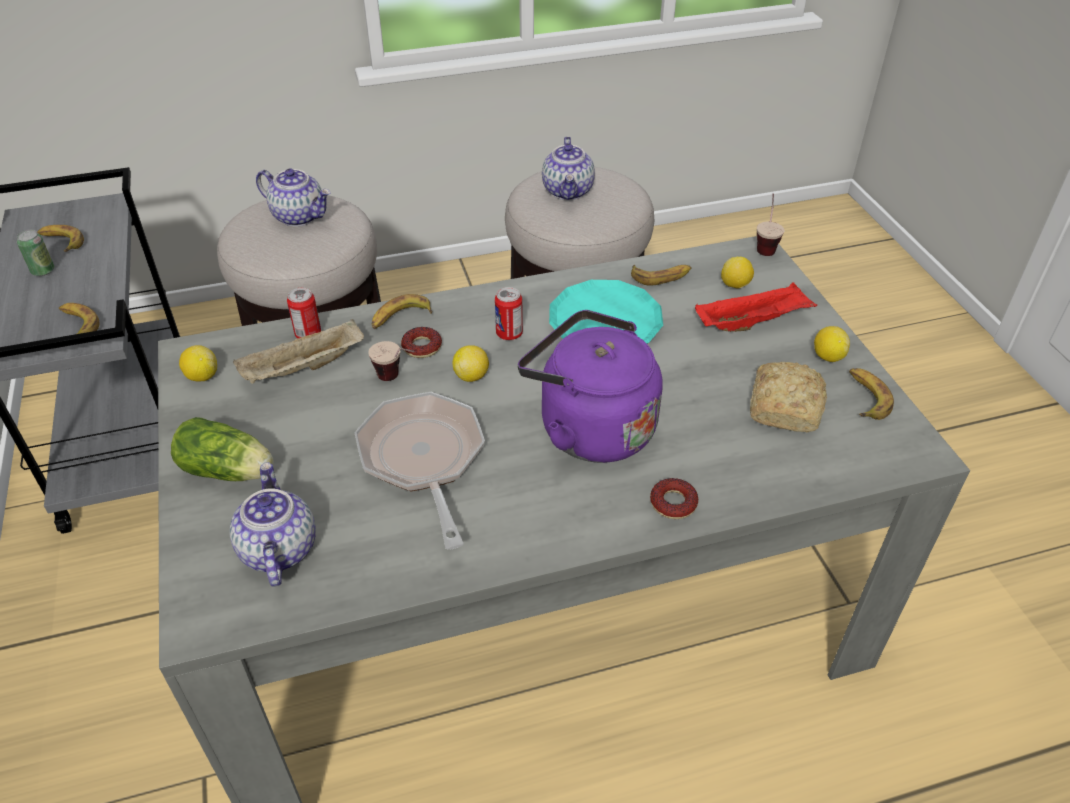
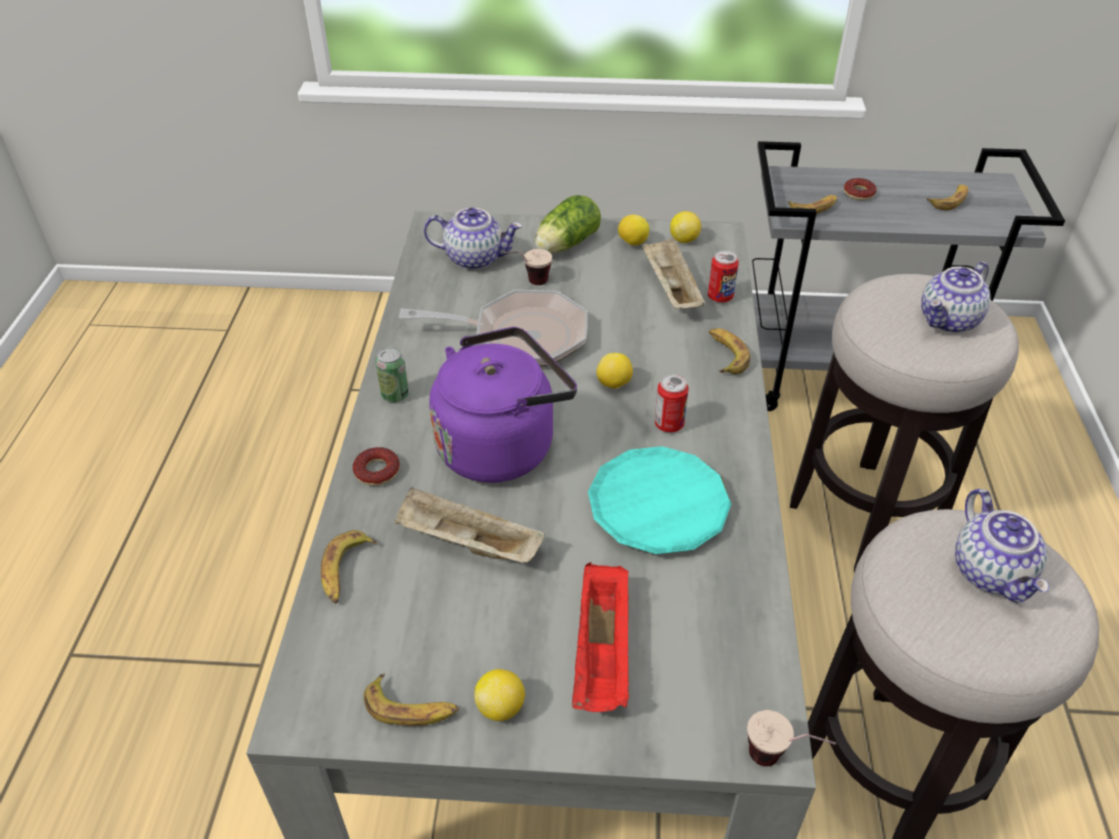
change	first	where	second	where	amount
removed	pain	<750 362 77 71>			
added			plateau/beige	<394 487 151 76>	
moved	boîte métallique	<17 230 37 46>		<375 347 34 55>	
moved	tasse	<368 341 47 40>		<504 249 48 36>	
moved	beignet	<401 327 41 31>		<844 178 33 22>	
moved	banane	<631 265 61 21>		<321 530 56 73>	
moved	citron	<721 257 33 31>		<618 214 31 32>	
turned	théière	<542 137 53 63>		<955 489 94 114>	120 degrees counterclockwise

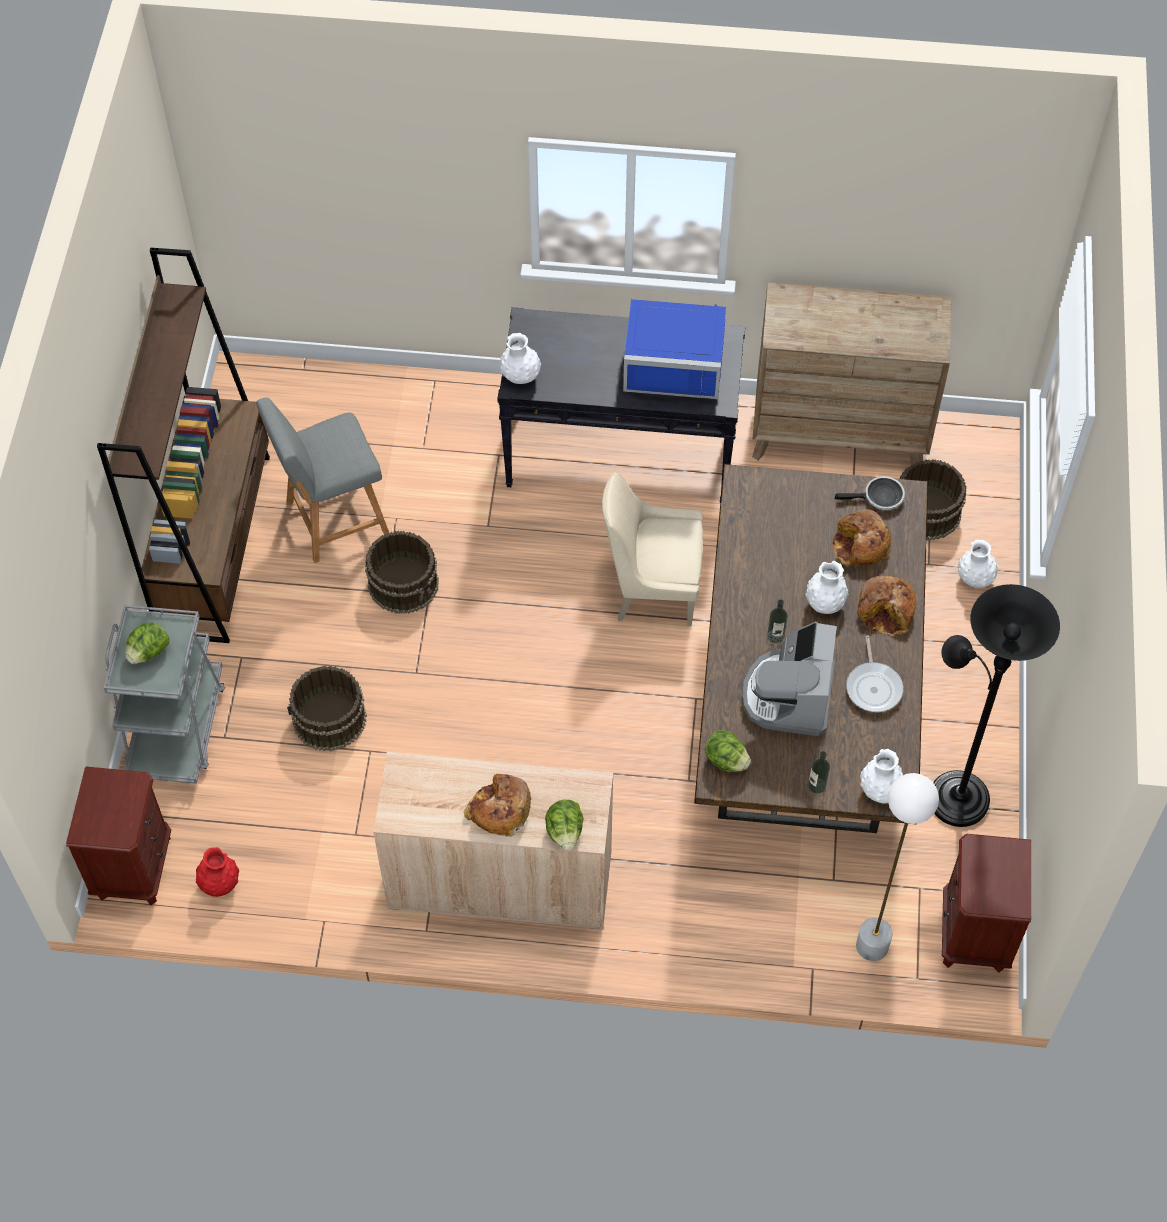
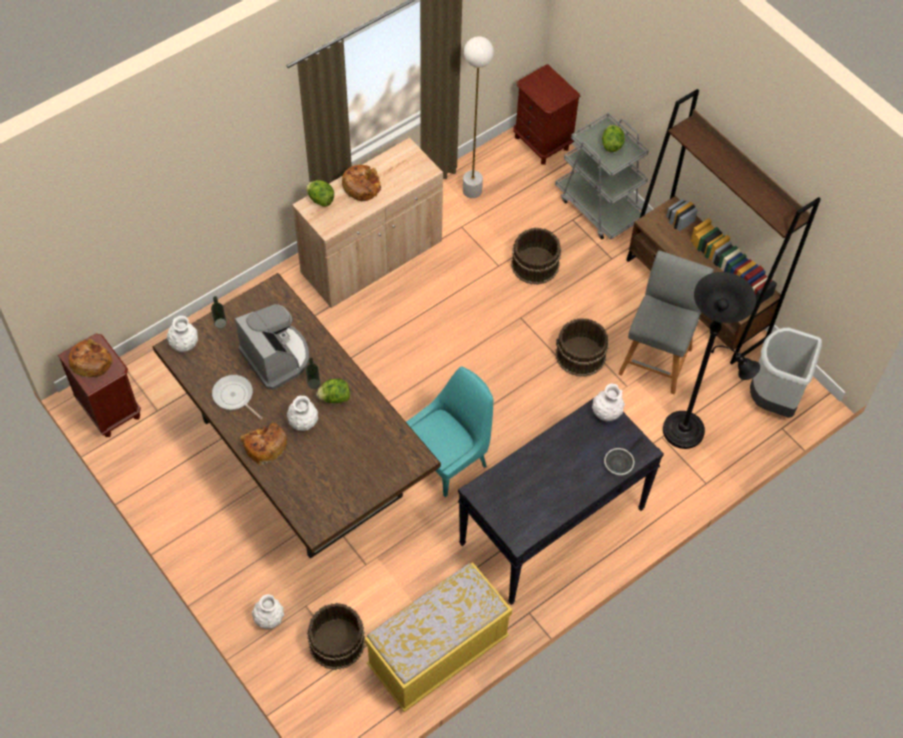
change	first	where	second	where	amount
removed	vase/rouge	<196 847 43 50>			
removed	micro-ondes/bleu	<623 299 103 100>			
added			poubelle/gris	<750 328 72 90>	
moved	laitue	<705 730 46 42>		<316 378 34 26>	
moved	pain	<832 509 59 58>		<68 339 45 40>	
moved	poêle	<835 476 70 34>		<604 437 40 39>	
moved	lampadaire/blanc	<856 773 83 188>		<463 36 31 162>	
moved	lampadaire/noir	<933 584 127 243>		<663 272 97 177>	
replaced	commode/marron	<752 283 199 182>	banc/jaune	<365 562 147 150>	
recoloured	chaise/beige	<602 472 101 154>	chaise/turquoise	<406 367 87 130>	

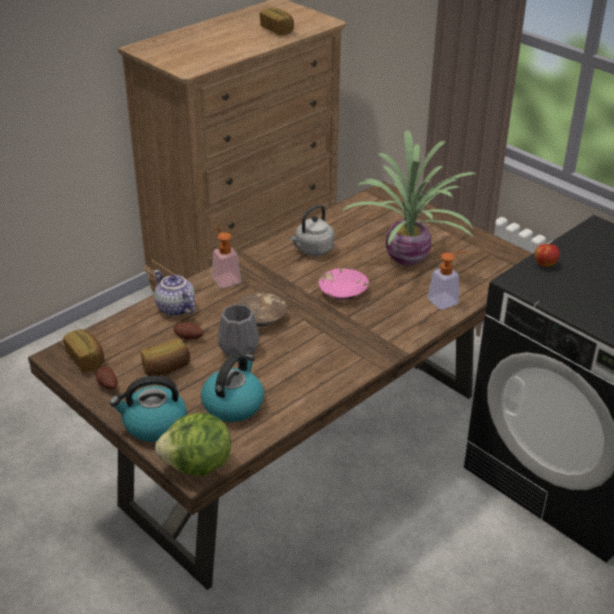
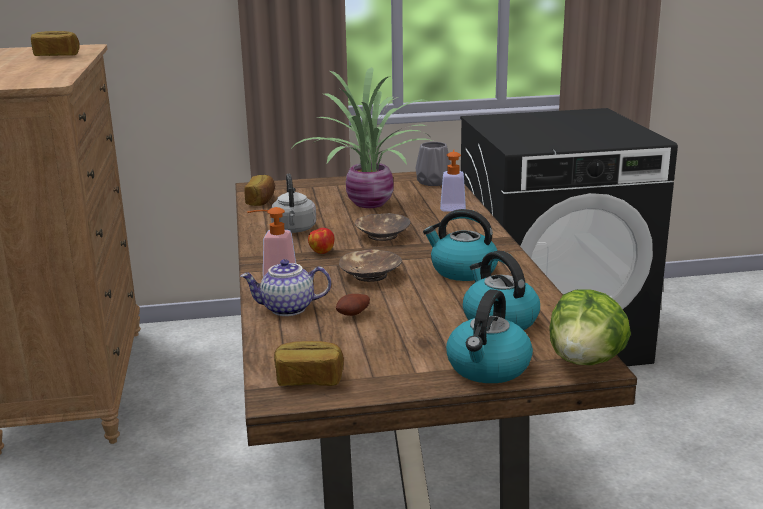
change	first	where	second	where	amount
removed	pomme de terre	<96 367 22 23>			
added			bouilloire	<423 209 75 72>	
moved	pain	<141 338 49 38>		<244 175 31 31>	
moved	vase/gris	<218 304 41 52>		<416 142 35 44>	
moved	pomme	<535 244 24 23>		<308 228 26 26>	
recoloured	bol/rose	<319 268 50 32>	bol/marron	<355 213 55 28>	

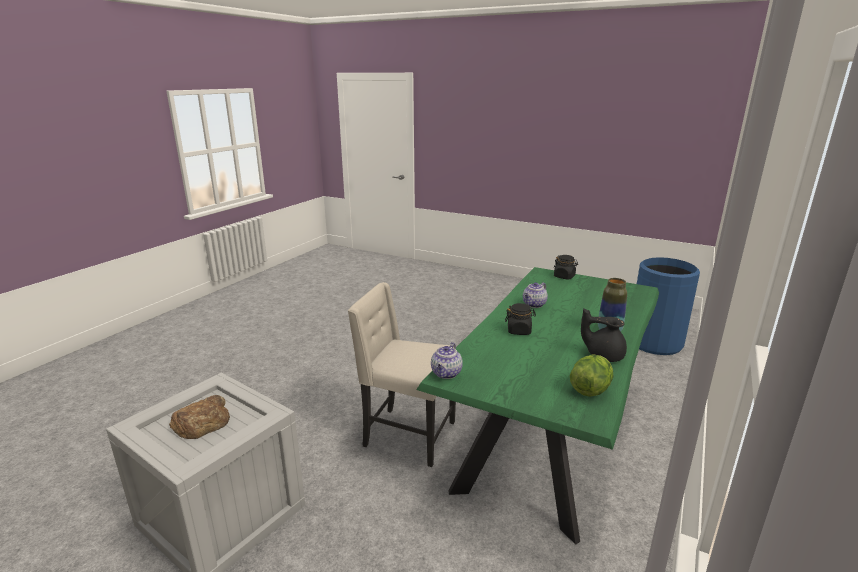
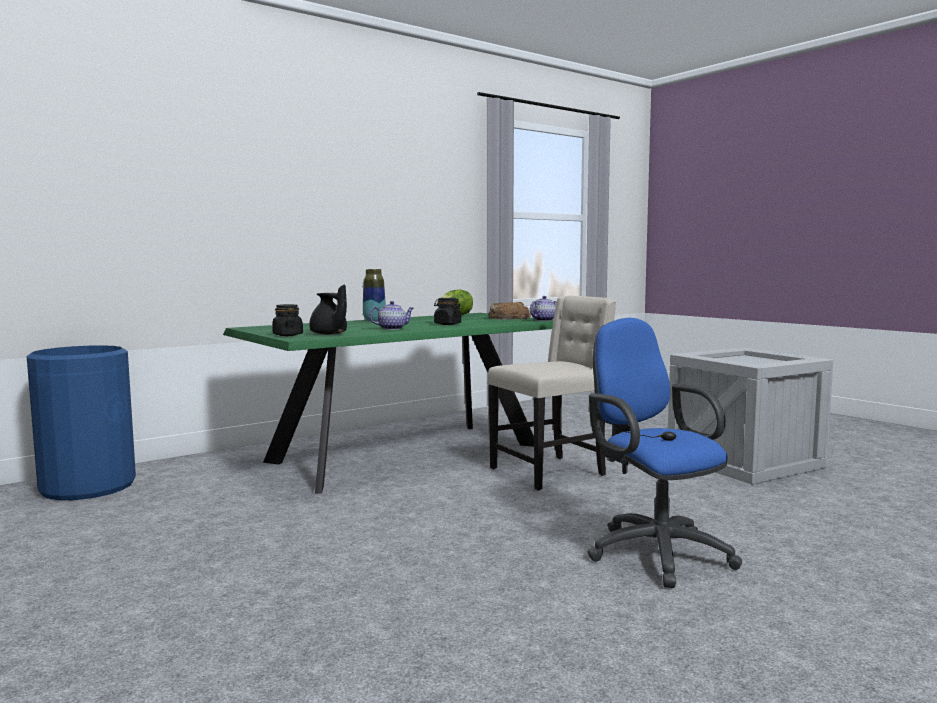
change	first	where	second	where	amount
added			chaise de bureau/bleu	<587 318 155 270>	
moved	pain	<169 395 61 44>		<489 302 42 18>	
moved	théière/noir	<581 308 46 54>		<309 285 38 50>	
turned	chaise/beige	<348 282 108 185>		<488 295 128 196>	75 degrees counterclockwise

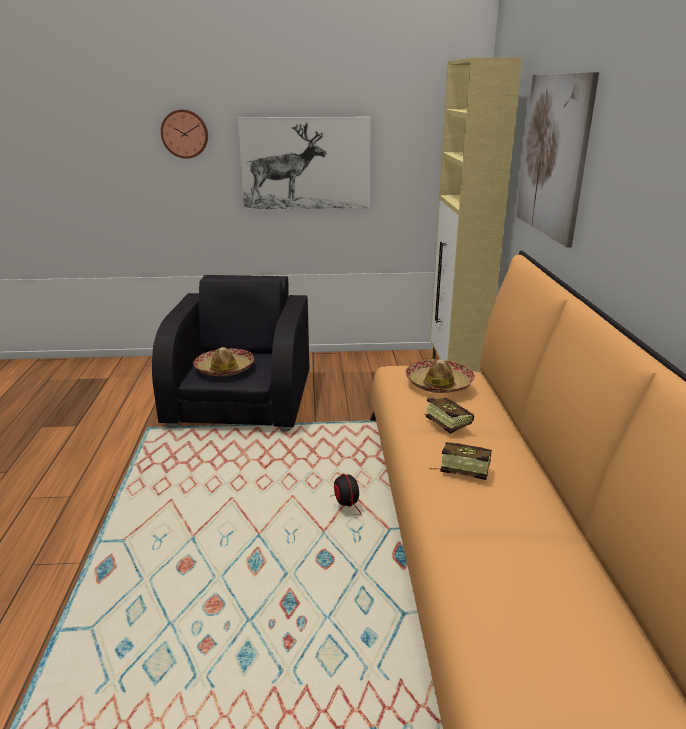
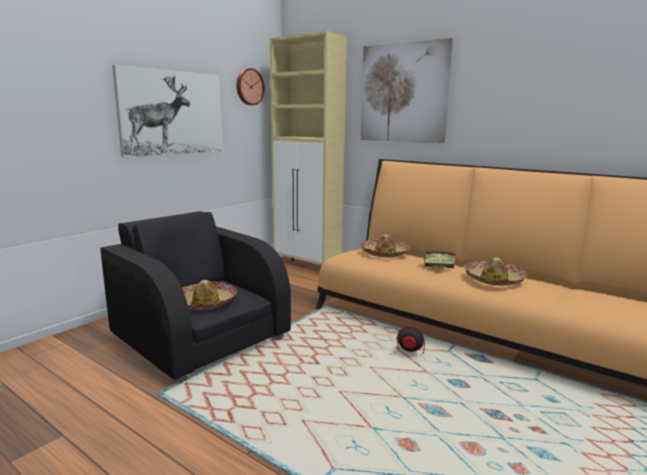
change	first	where	second	where	amount
moved	horloge murale	<161 109 47 50>		<236 68 29 37>	
replaced	livre	<429 442 63 38>	chapeau	<464 258 63 28>	

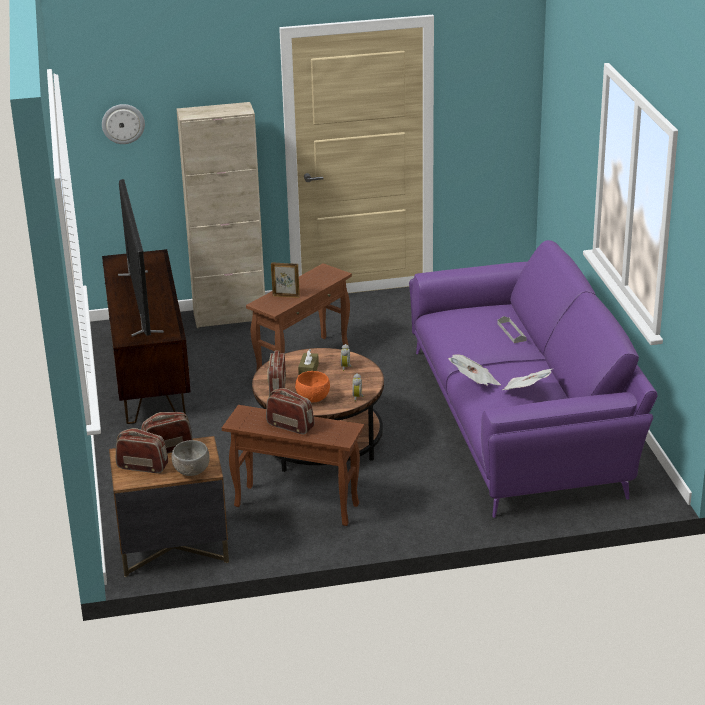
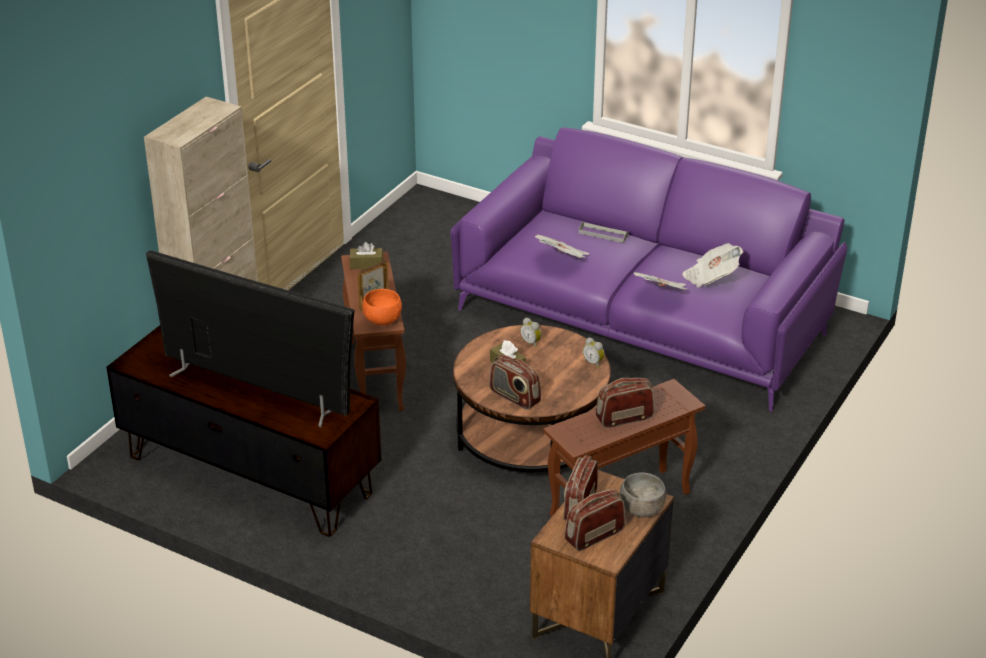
change	first	where	second	where	amount
removed	horloge murale	<102 104 43 40>			
added			boîte à mouchoirs/marron	<350 242 33 27>	
added			journal	<535 235 54 23>	
moved	bol/orange	<295 371 35 32>		<362 289 40 36>	

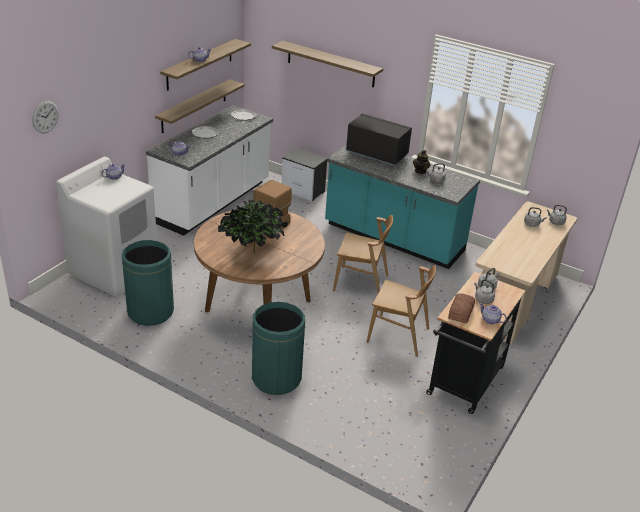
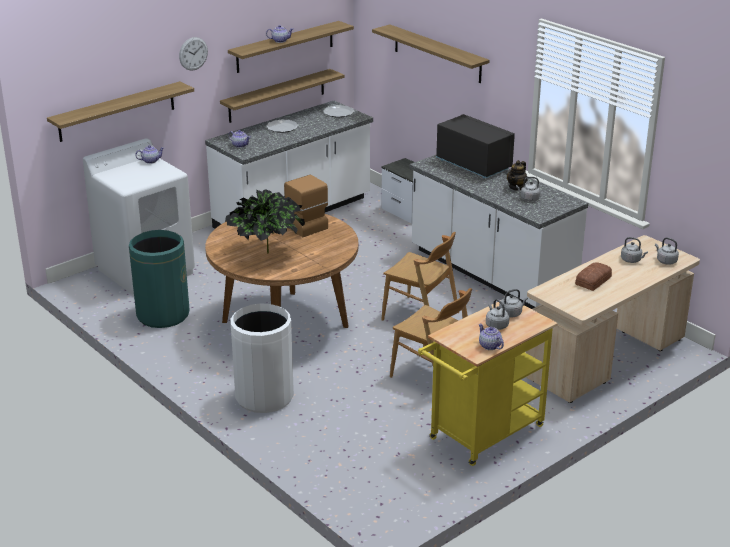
change	first	where	second	where	amount
added			étagère	<47 81 147 61>	
moved	horloge murale	<32 101 27 32>		<179 37 29 34>	
moved	pain	<448 293 27 31>		<575 262 37 29>	
recoloured	poubelle/vert	<252 302 53 93>	poubelle/blanc	<231 304 63 109>	
recoloured	comptoir de cuisine/turquoise	<325 145 155 124>	comptoir de cuisine/blanc	<410 155 178 154>	
recoloured	chariot/noir	<426 272 99 142>	chariot/jaune	<418 302 140 164>	

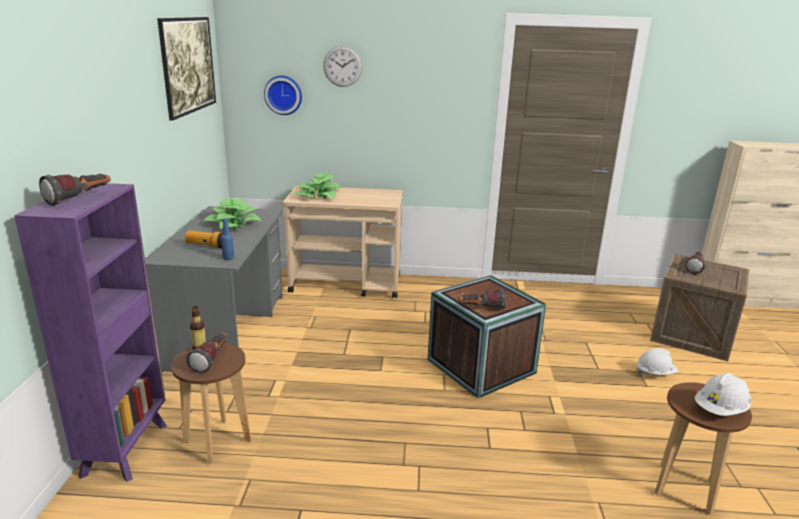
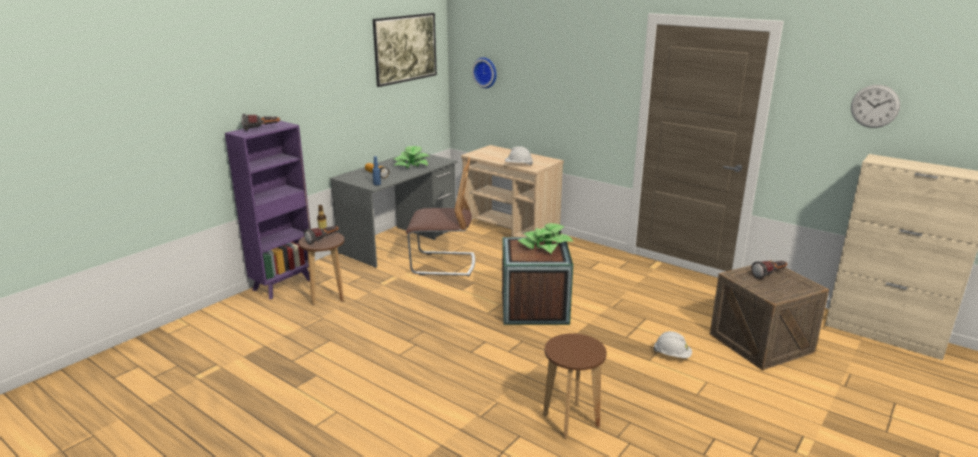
change	first	where	second	where	amount
removed	lampe de poche	<458 289 48 21>			
added			chaise	<406 156 69 120>	
moved	plante en pot	<295 173 47 27>		<517 223 56 30>	
moved	horloge murale	<323 46 39 41>		<851 85 49 43>	
moved	casque de chantier/blanc	<695 373 56 43>		<505 146 28 19>	

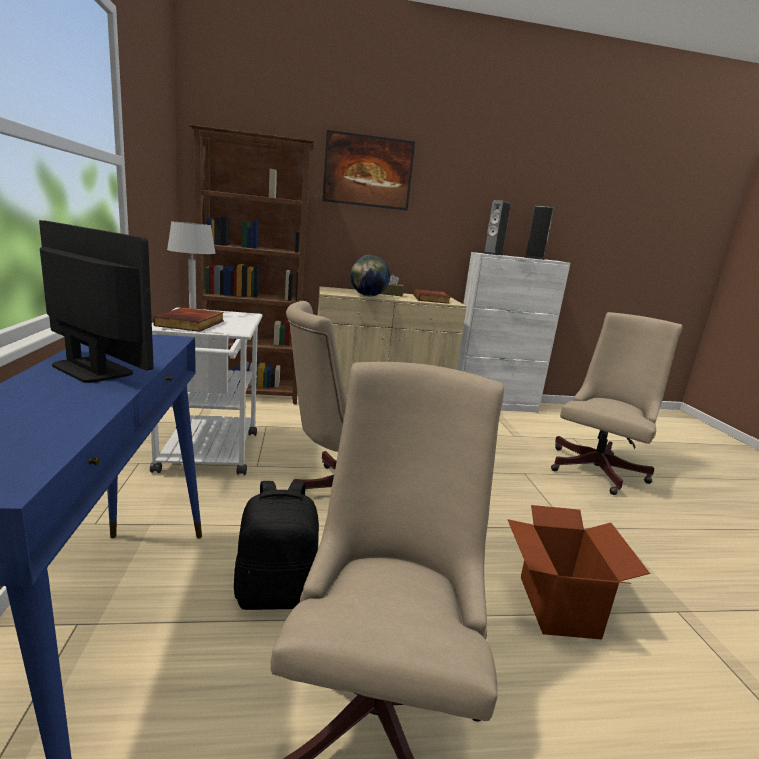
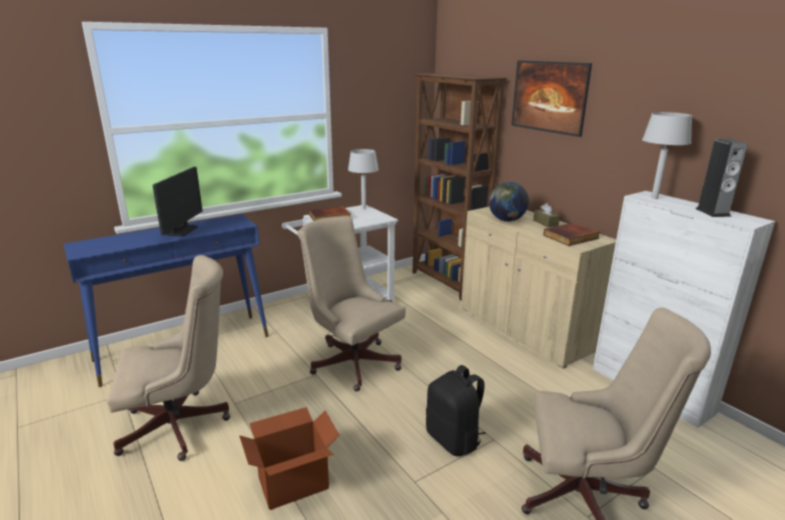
change	first	where	second	where	amount
moved	sac à dos/noir	<234 481 85 129>		<426 365 60 91>	
replaced	enceinte	<482 200 29 55>	lampe de table/gris	<642 112 50 87>	

